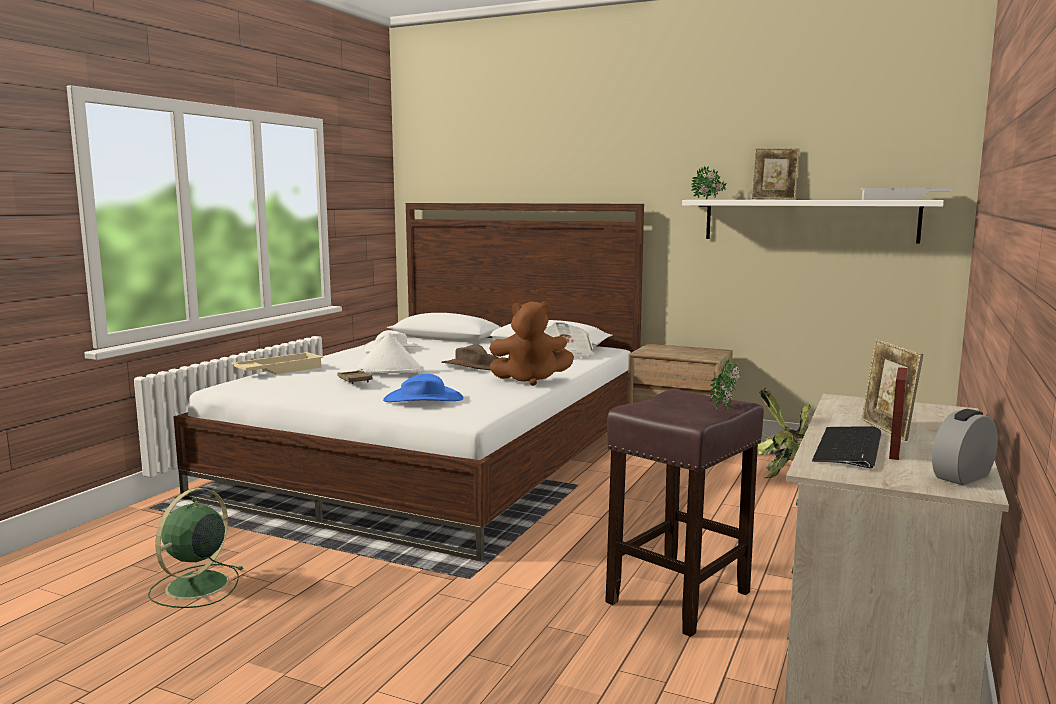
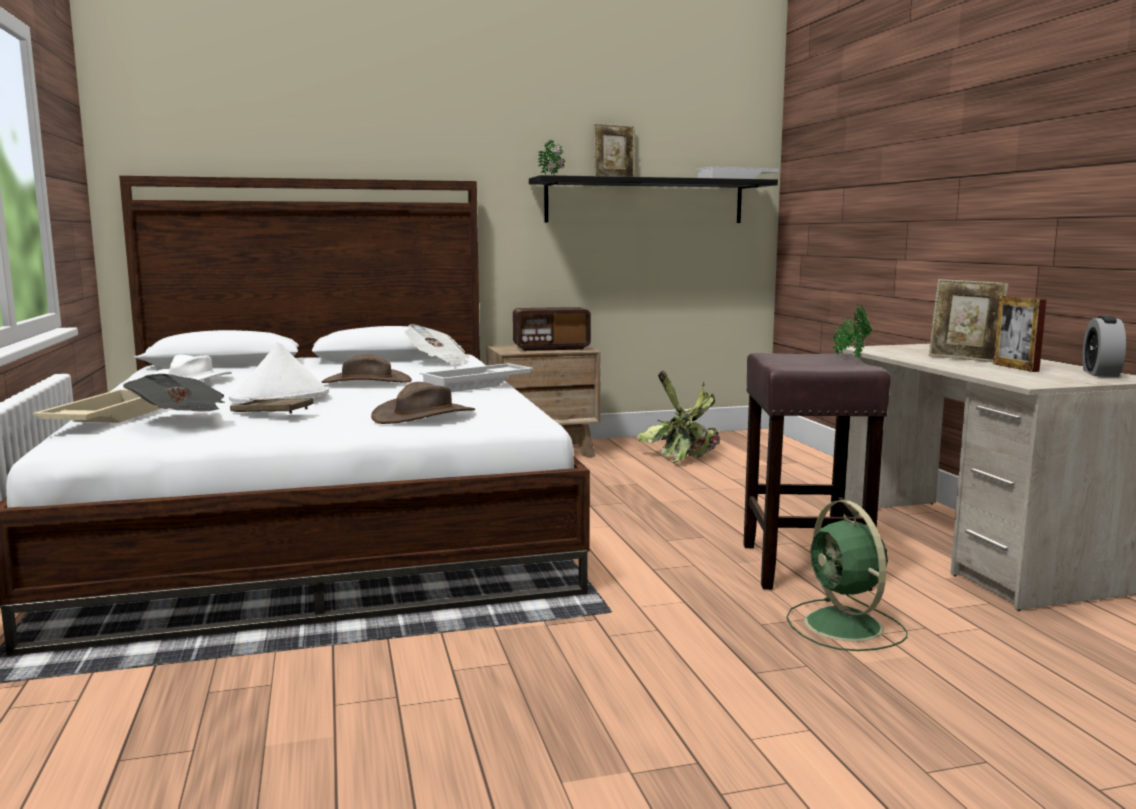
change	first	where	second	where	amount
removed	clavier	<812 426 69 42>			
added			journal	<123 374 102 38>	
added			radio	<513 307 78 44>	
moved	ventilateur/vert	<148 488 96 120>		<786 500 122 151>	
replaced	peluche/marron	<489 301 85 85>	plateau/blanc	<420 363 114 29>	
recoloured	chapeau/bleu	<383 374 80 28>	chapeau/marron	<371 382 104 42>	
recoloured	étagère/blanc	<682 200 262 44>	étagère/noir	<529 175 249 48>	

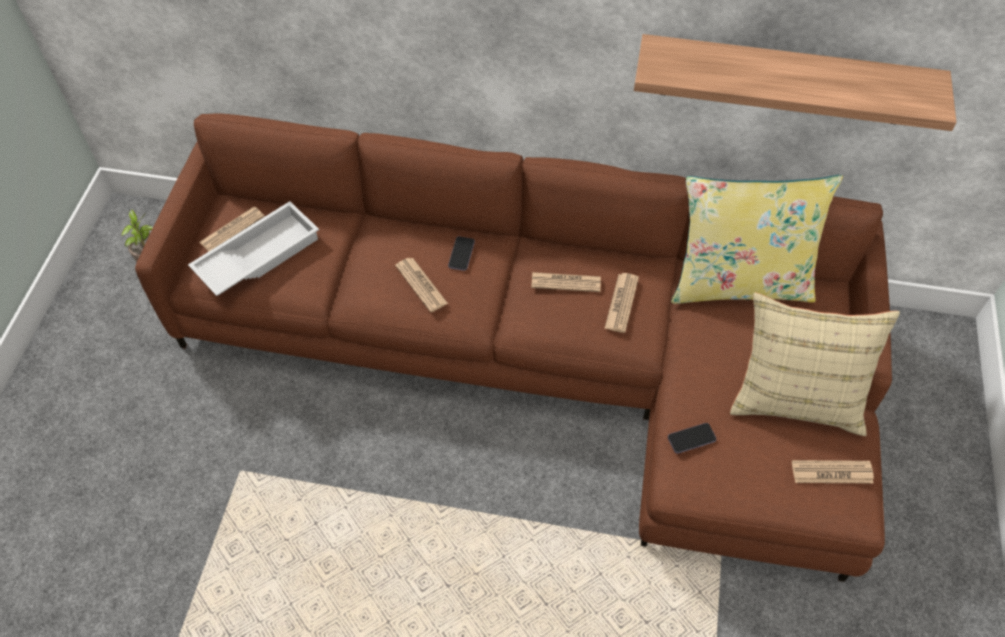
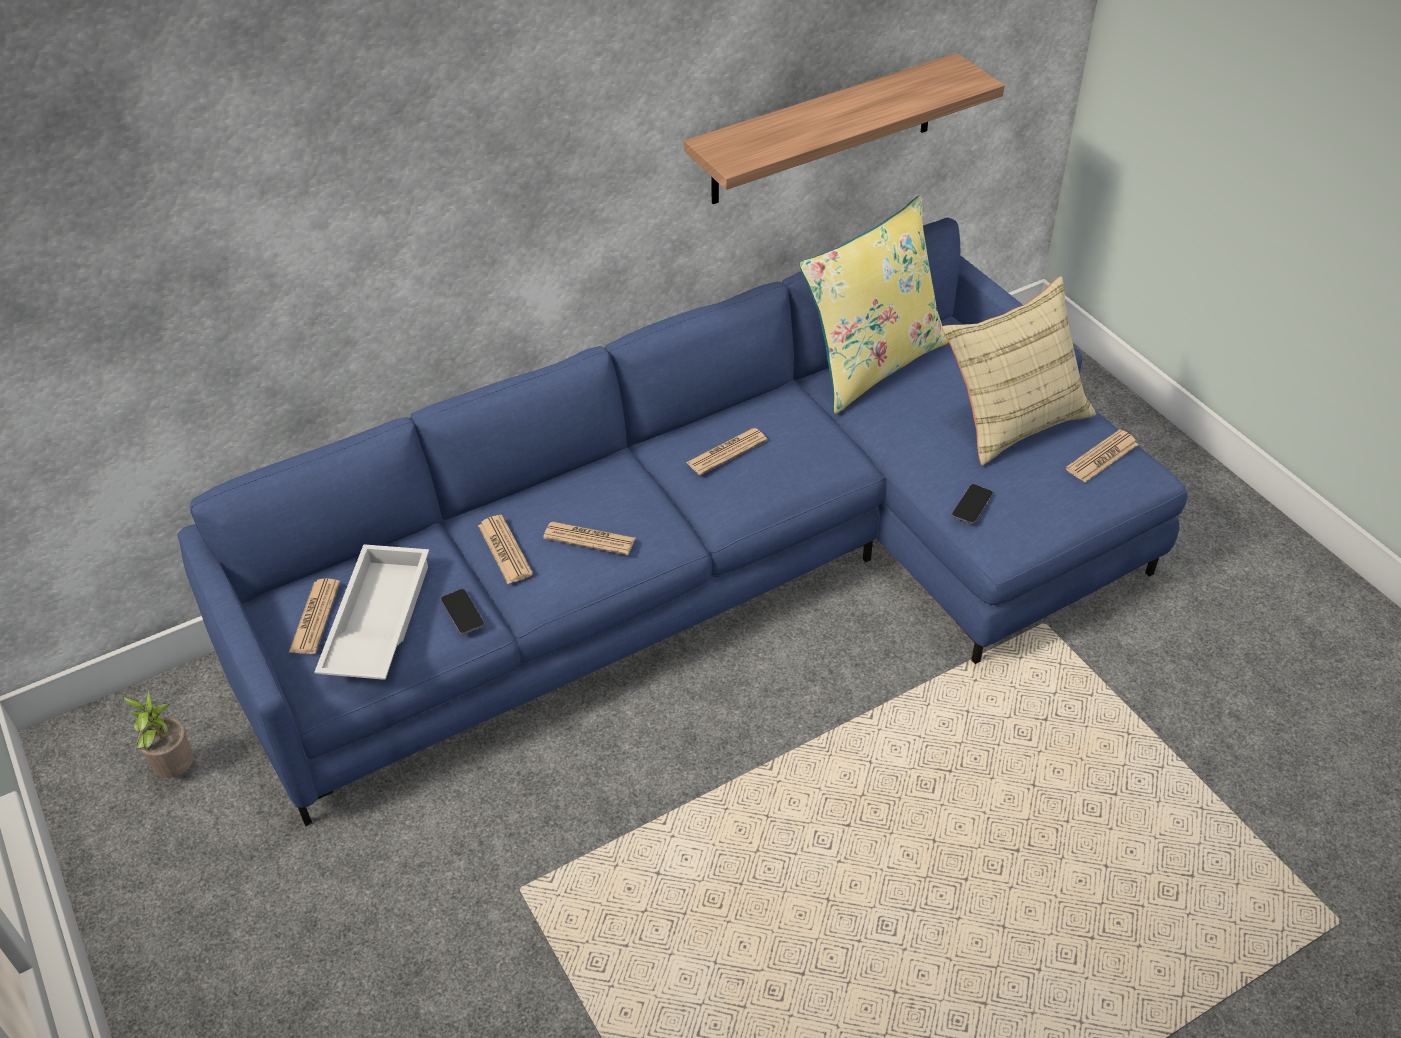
change	first	where	second	where	amount
moved	téléphone	<448 237 27 34>		<441 589 44 46>	
moved	journal	<604 273 35 60>		<478 515 55 69>	
recoloured	canapé/marron	<135 113 757 469>	canapé/bleu	<177 217 1010 609>	

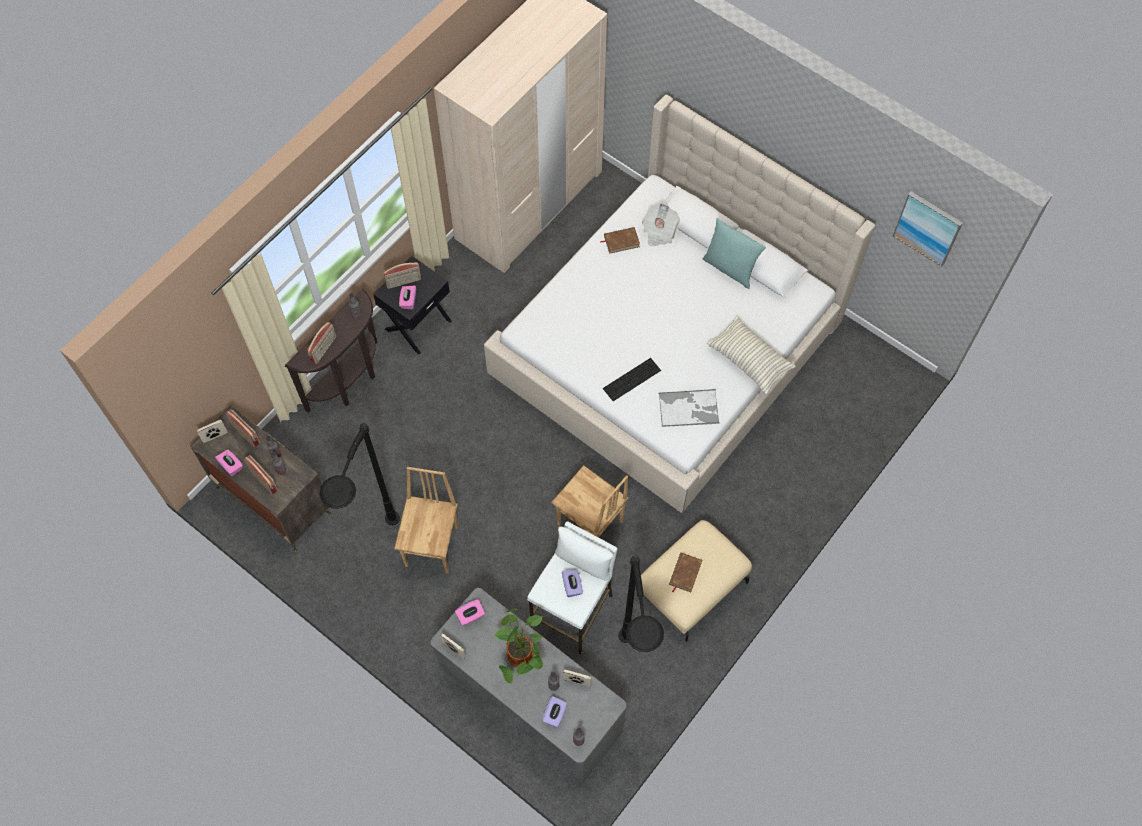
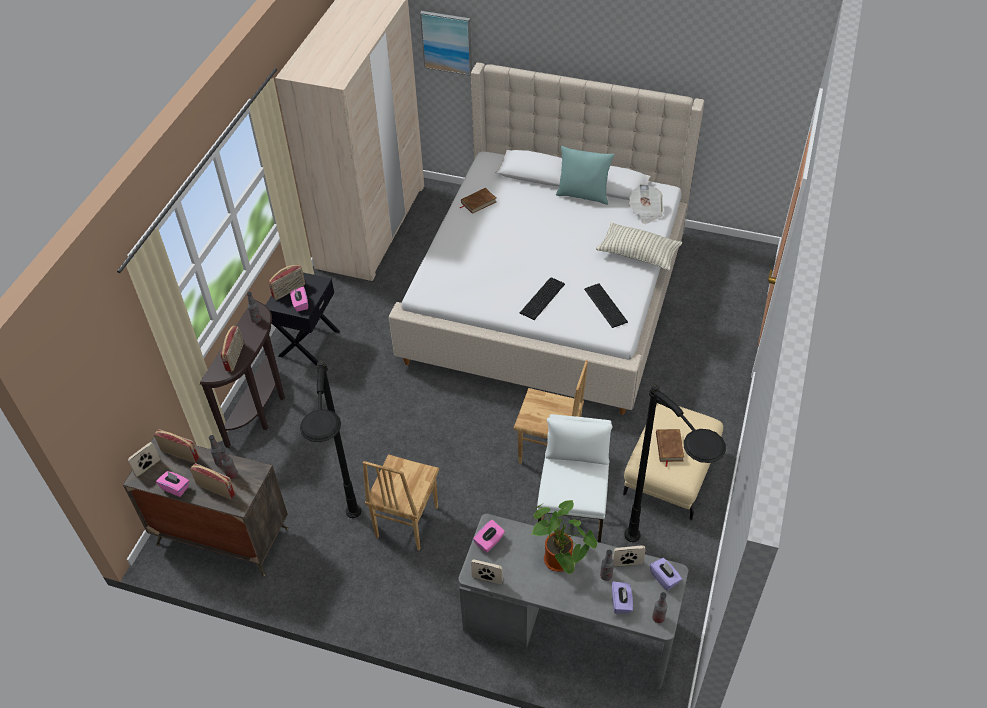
change	first	where	second	where	amount
moved	boîte à mouchoirs/violet	<562 570 21 27>		<650 558 32 33>	
moved	journal	<642 203 38 43>		<629 183 34 41>	
moved	tableau	<893 191 70 76>		<420 11 52 65>	
replaced	plateau	<658 389 61 38>	clavier	<584 283 44 45>	
turned	chaise/marron	<394 467 64 107>		<363 454 76 96>	150 degrees counterclockwise

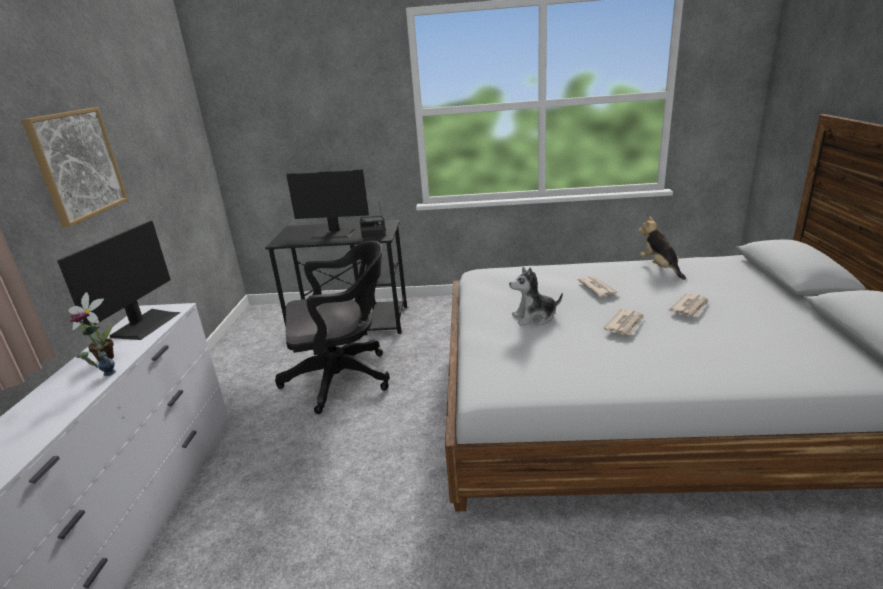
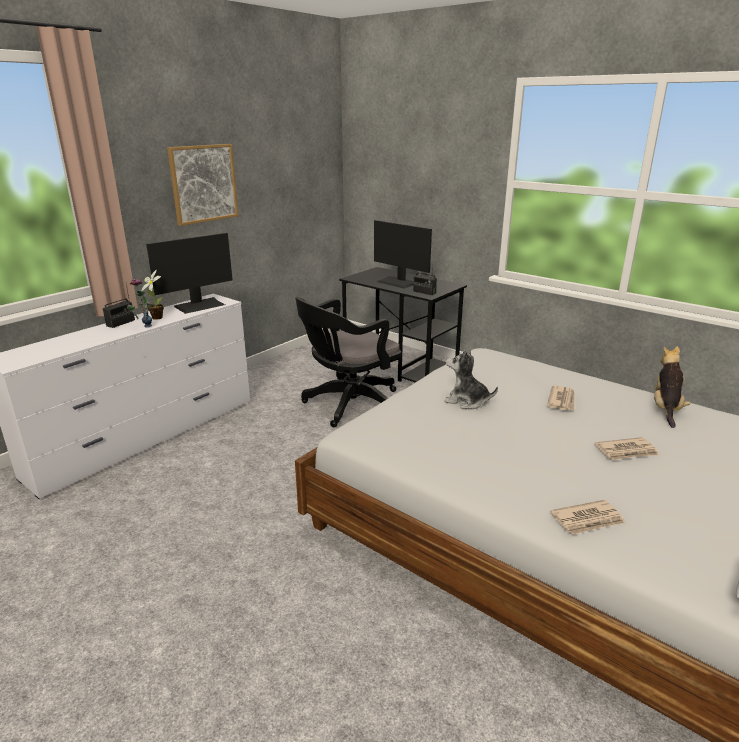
change	first	where	second	where	amount
added			radio	<103 285 32 43>	
moved	journal	<603 309 41 26>		<550 500 75 35>	
turned	chaise de bureau/noir	<275 241 115 173>		<295 297 106 130>	120 degrees clockwise

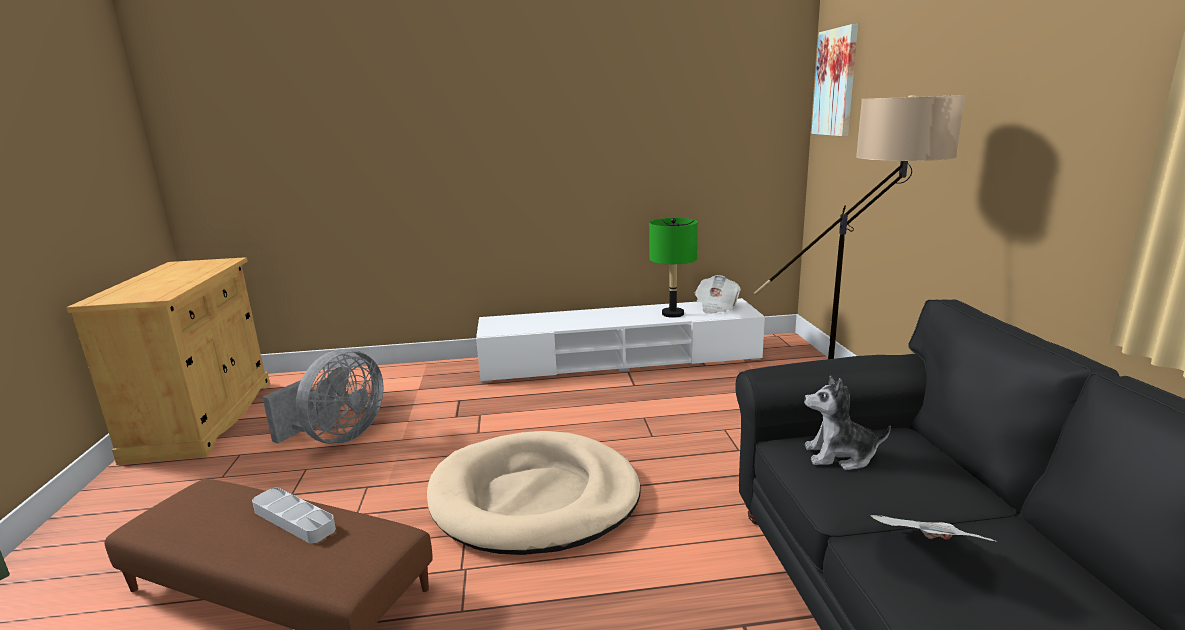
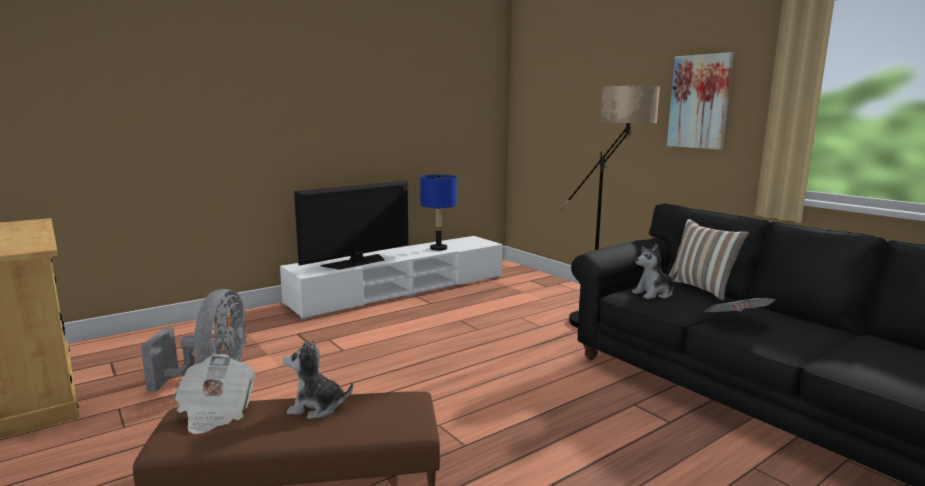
change	first	where	second	where	amount
removed	panier pour chien/beige	<427 431 214 124>			
added			téléviseur	<294 180 114 90>	
added			coussin	<669 219 80 81>	
moved	journal	<694 275 47 39>		<174 354 82 80>	
moved	tableau	<811 24 47 112>		<667 52 67 98>	
replaced	plateau/gris	<252 488 84 56>	peluche	<283 340 70 79>	
recoloured	lampe de table/vert	<649 218 49 100>	lampe de table/bleu	<420 174 37 77>	

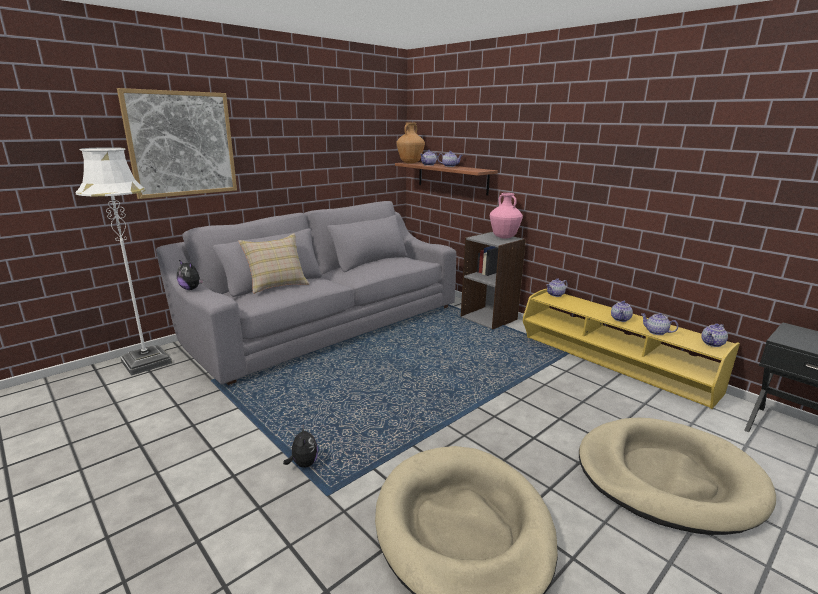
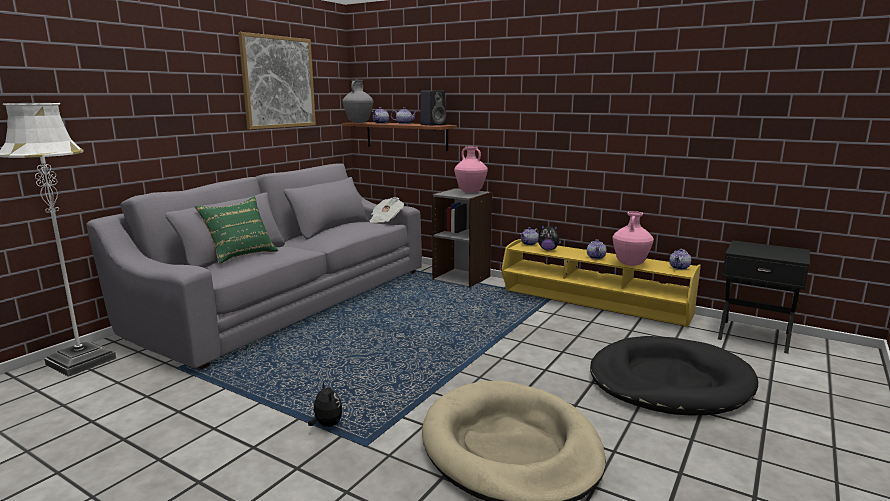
change	first	where	second	where	amount
added			journal	<370 197 34 26>	
added			enceinte/noir	<420 90 26 36>	
moved	tableau	<117 88 120 111>		<238 32 78 98>	
moved	peluche	<177 260 27 30>		<538 225 23 25>	
replaced	théière	<641 313 37 22>	vase/rose	<612 211 42 55>	
recoloured	coussin/beige	<239 233 71 61>	coussin/vert	<195 197 83 67>	
recoloured	vase/marron	<396 123 29 41>	vase/gris	<342 80 31 43>	
recoloured	panier pour chien/beige	<579 418 197 117>	panier pour chien/noir	<590 336 168 79>	

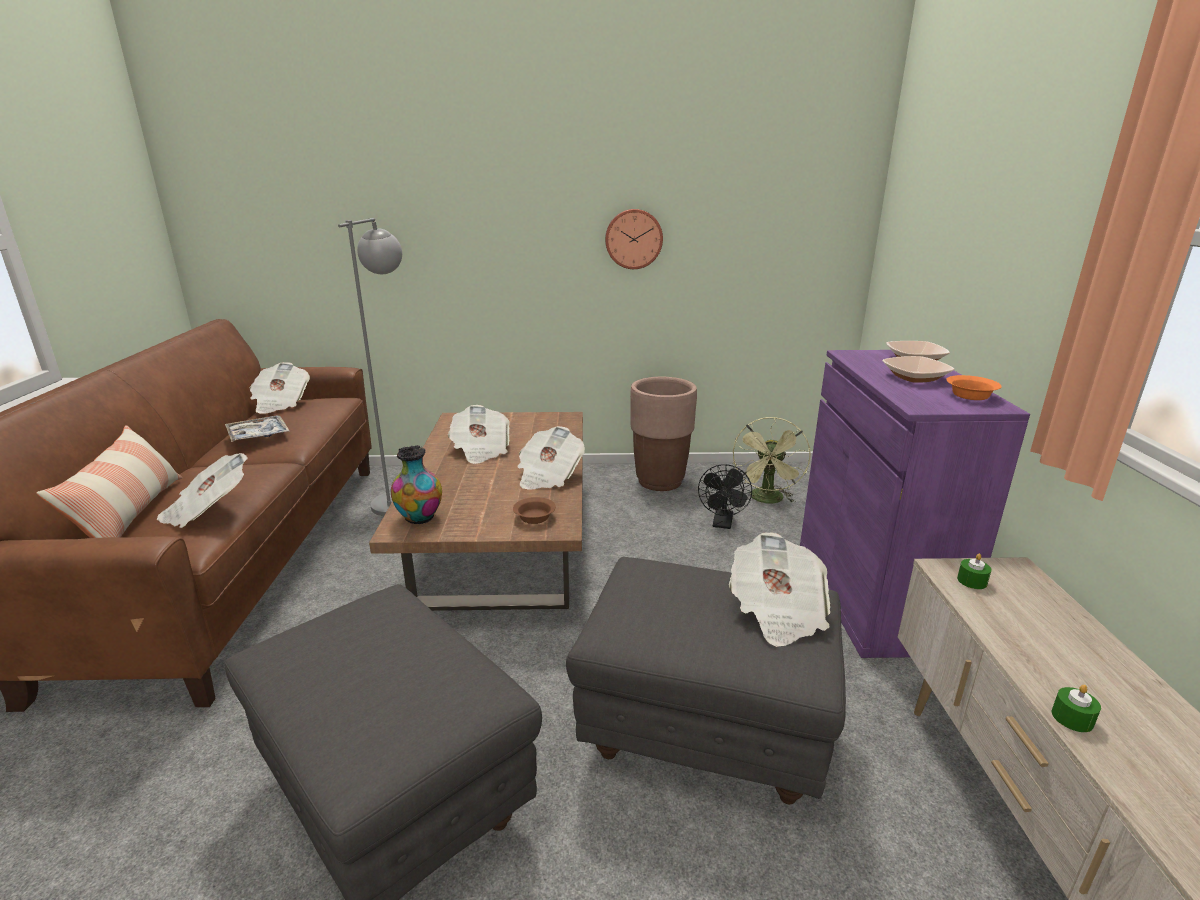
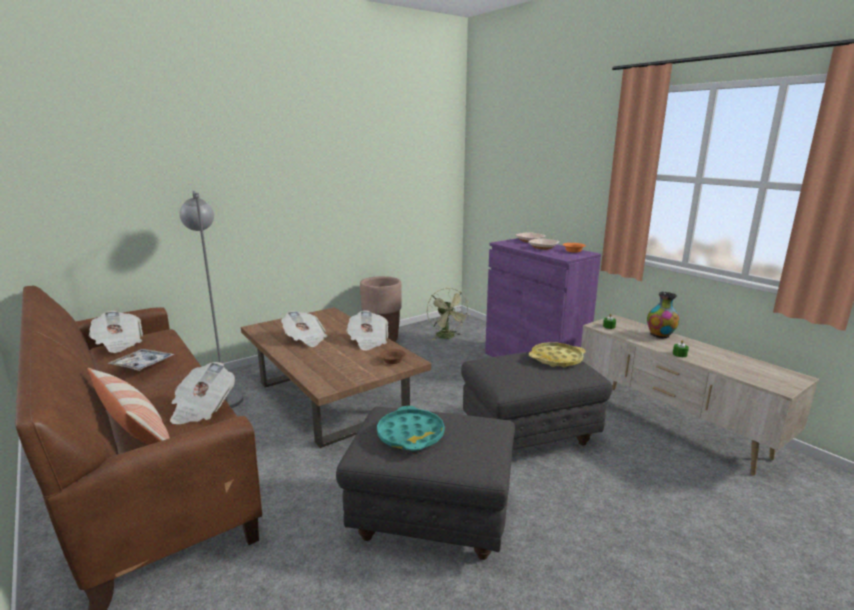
change	first	where	second	where	amount
removed	horloge murale	<605 209 58 60>			
removed	ventilateur/noir	<698 464 54 65>			
added			plateau/turquoise	<377 406 68 45>	
moved	vase	<391 445 51 79>		<647 292 32 47>	
replaced	journal	<729 532 101 115>	plateau/jaune	<529 342 57 25>	

